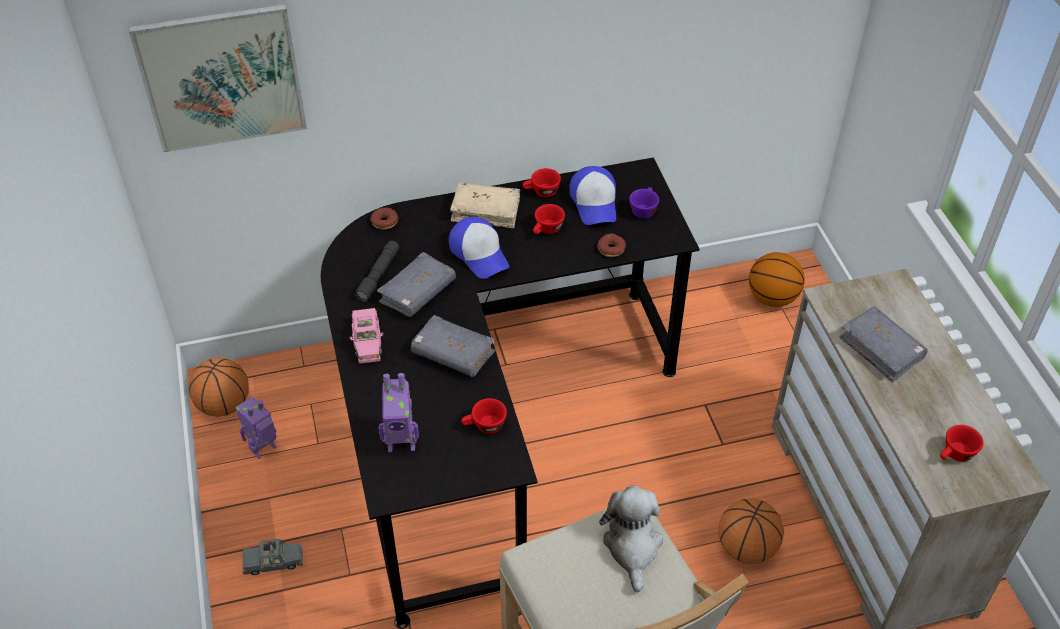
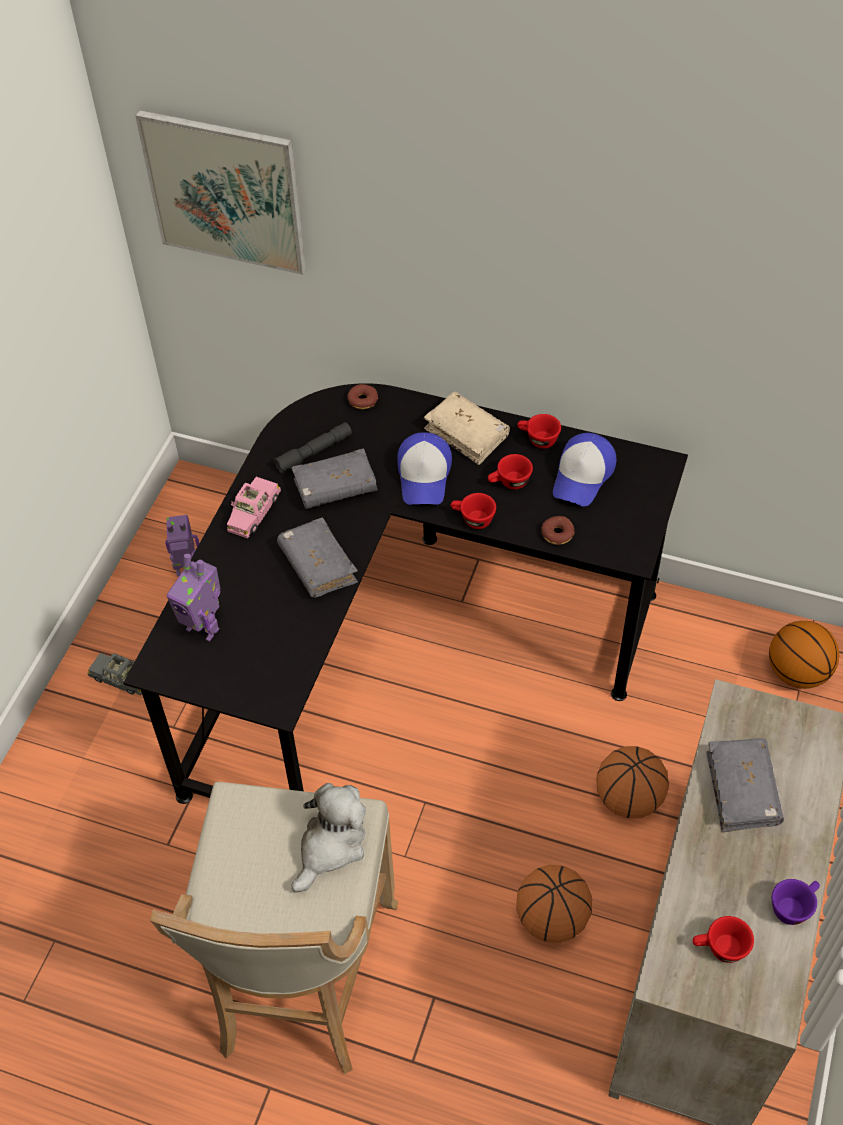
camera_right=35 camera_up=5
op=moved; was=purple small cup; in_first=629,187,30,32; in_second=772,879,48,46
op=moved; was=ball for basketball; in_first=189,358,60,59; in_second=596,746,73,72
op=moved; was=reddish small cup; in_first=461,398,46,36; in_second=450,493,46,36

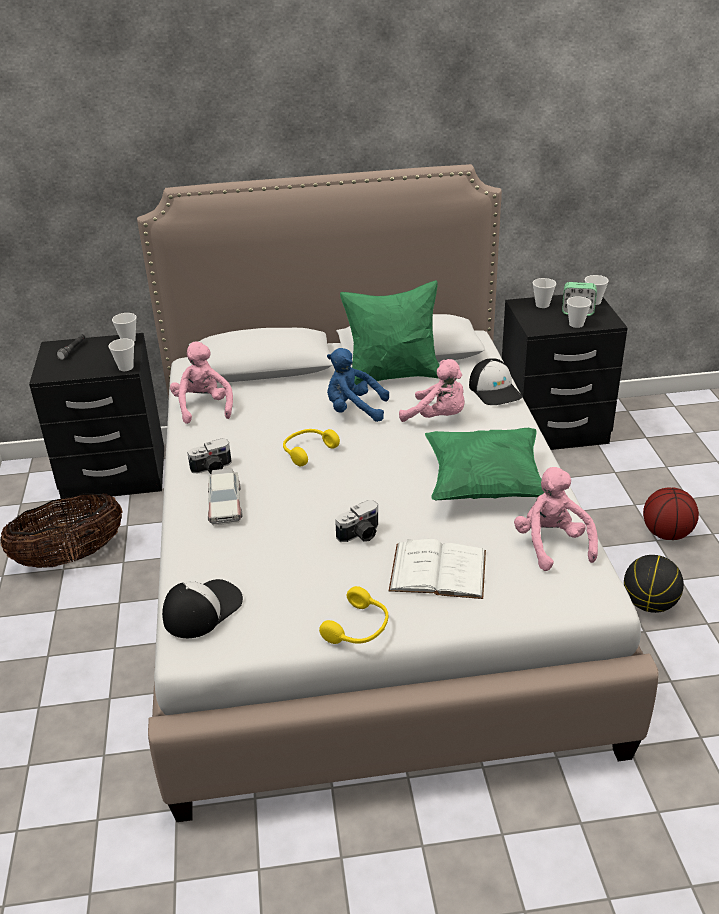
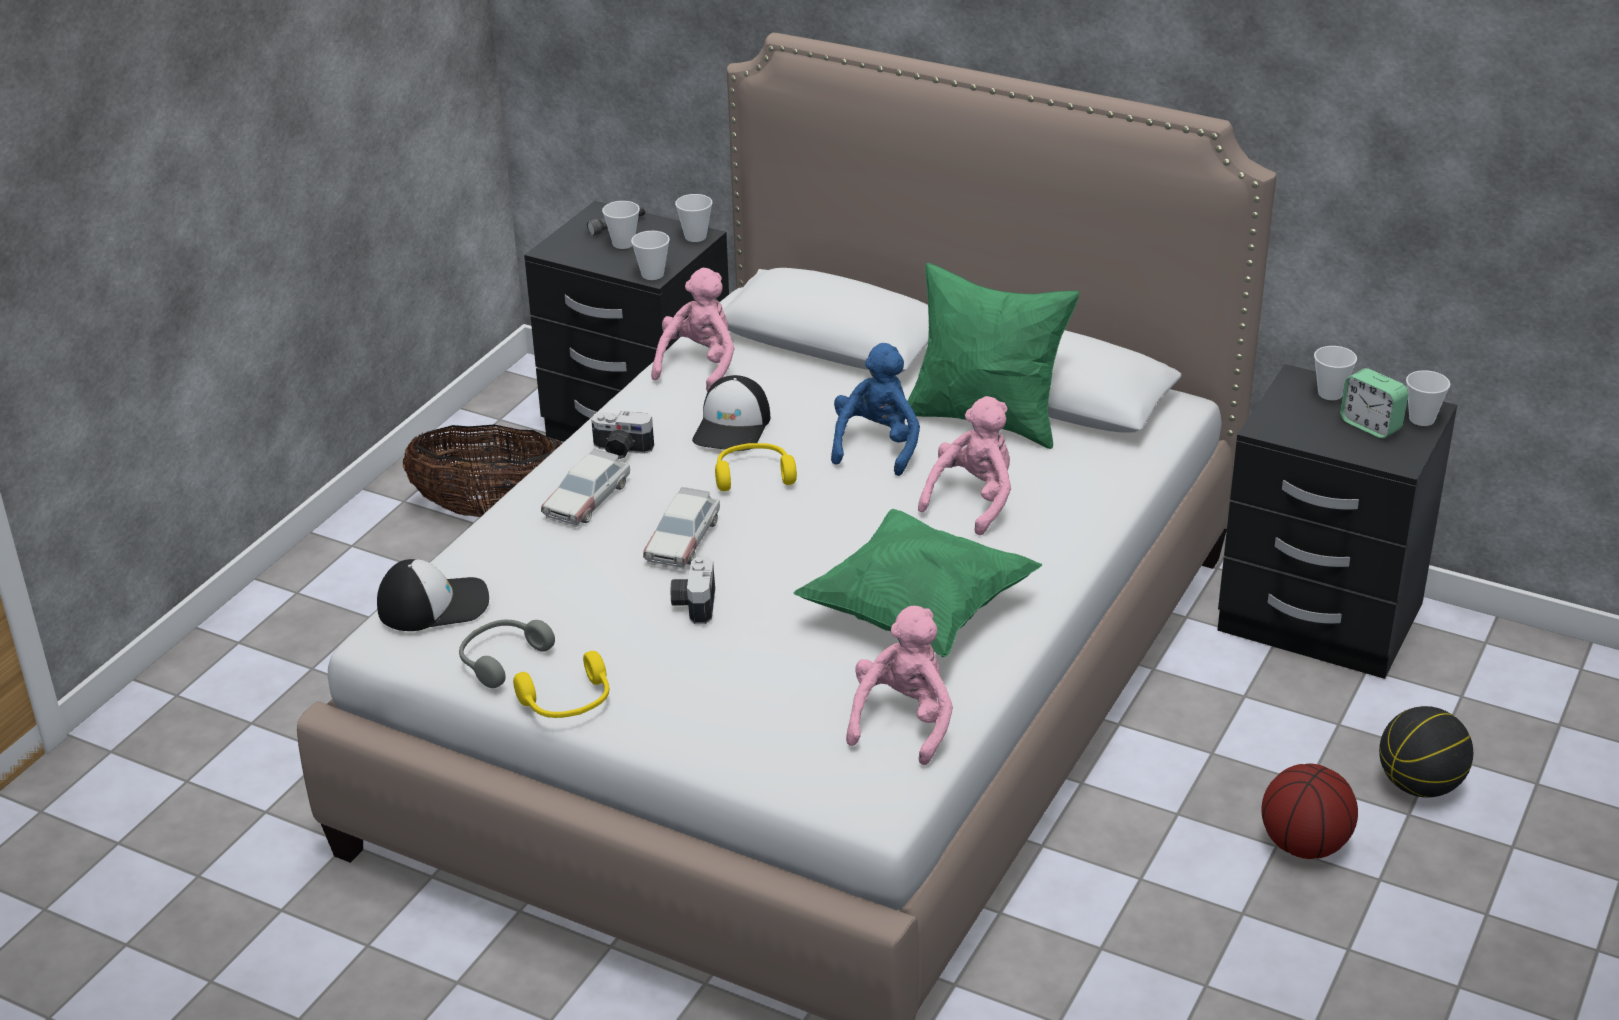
camera_right=35 camera_up=0
op=moved; was=small cup; in_first=567,296,24,32; in_second=602,201,38,48
op=turned; was=blue-coloured cuddly toy; in_first=327,348,62,74; in_second=831,343,89,133; clockwise=60
op=moved; was=cap; in_first=469,358,54,47; in_second=692,375,78,76
op=turned; was=pinkish cuddly toy; in_first=399,359,65,63; in_second=918,396,93,140; clockwise=-120
op=turned; was=photo camera; in_first=335,500,43,42; in_second=670,556,45,68; clockwise=90
op=removed; was=white volume; in_first=389,539,97,60
op=moved; was=ball for basketball; in_first=624,555,60,58; in_second=1379,706,94,92
op=added; now=miniature car; in_second=643,487,77,82
op=added; now=greyish headphones; in_second=459,620,96,68

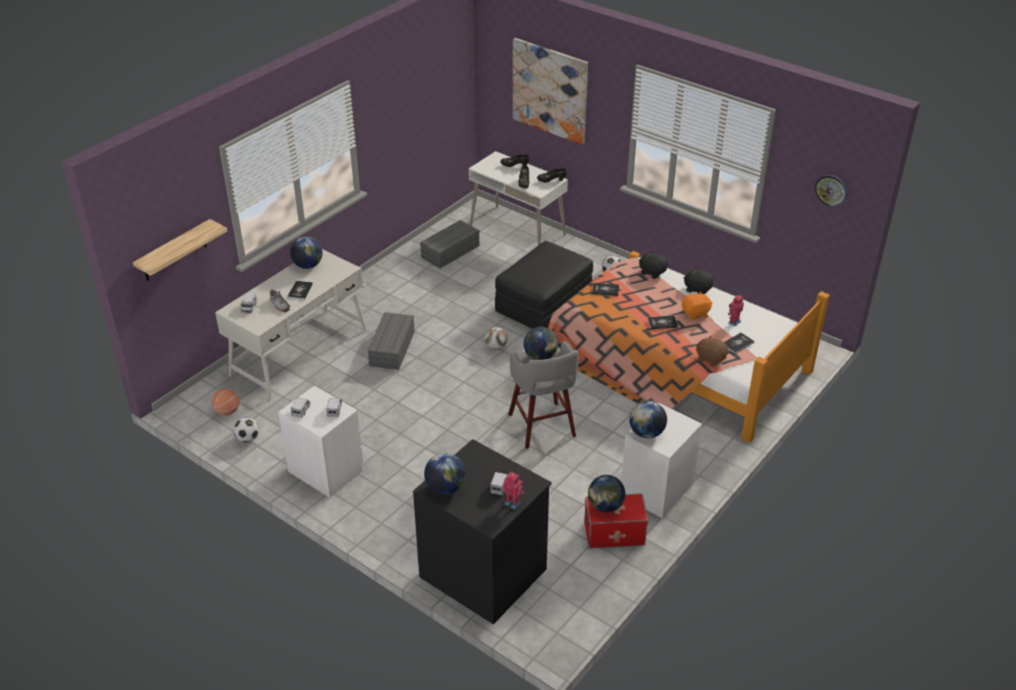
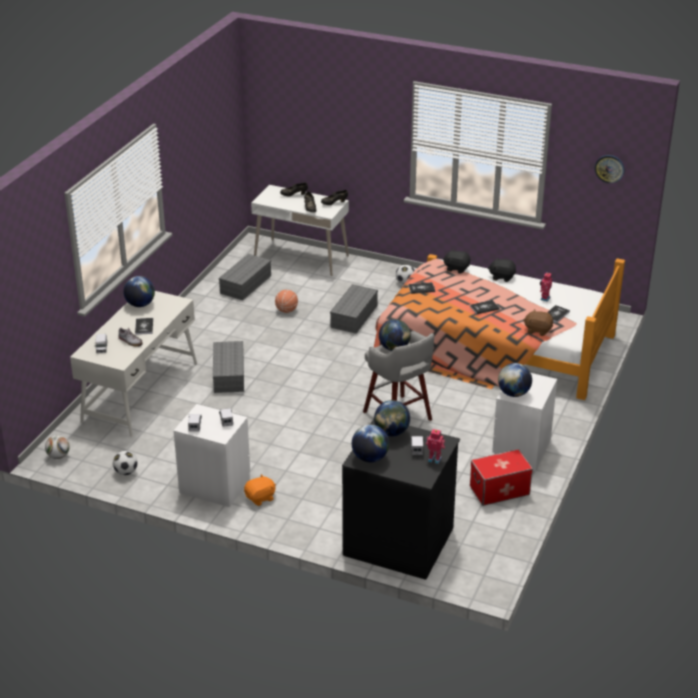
camera_right=-15 camera_up=-5
op=removed; was=wall art; in_first=513,38,75,107
op=removed; was=bracket shelf; in_first=133,219,95,62
op=replaced; was=black-coloured ottoman; now=greyish storage container; in_first=495,241,98,88; in_second=330,284,48,50
op=moved; was=orange-coloured cuddly toy; in_first=682,292,30,28; in_second=244,474,32,32
op=moved; was=football ball; in_first=485,327,22,23; in_second=45,435,25,24
op=moved; was=ball for basketball; in_first=211,388,28,28; in_second=275,290,23,23
op=moved; was=world globe; in_first=588,475,37,37; in_second=374,400,36,36

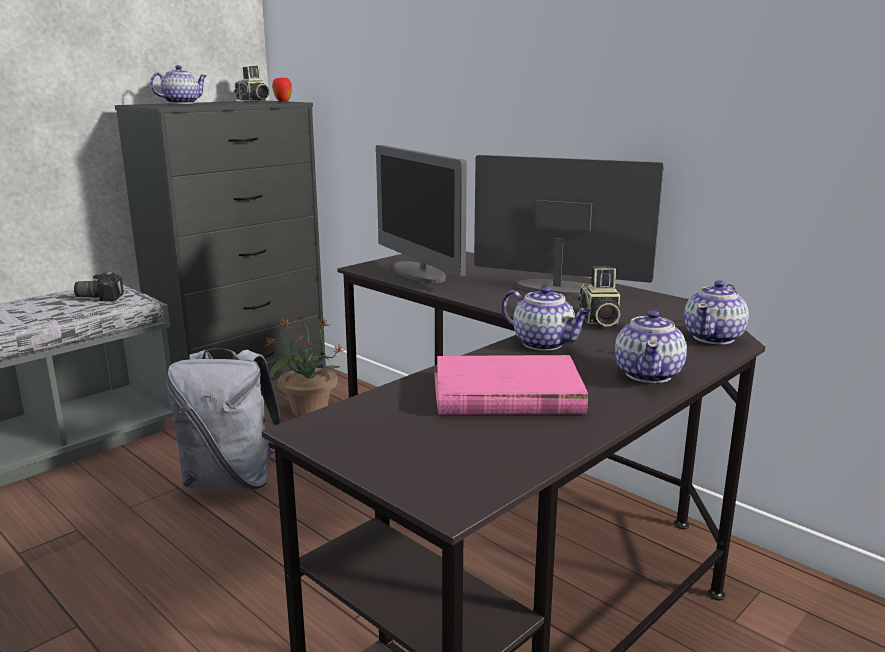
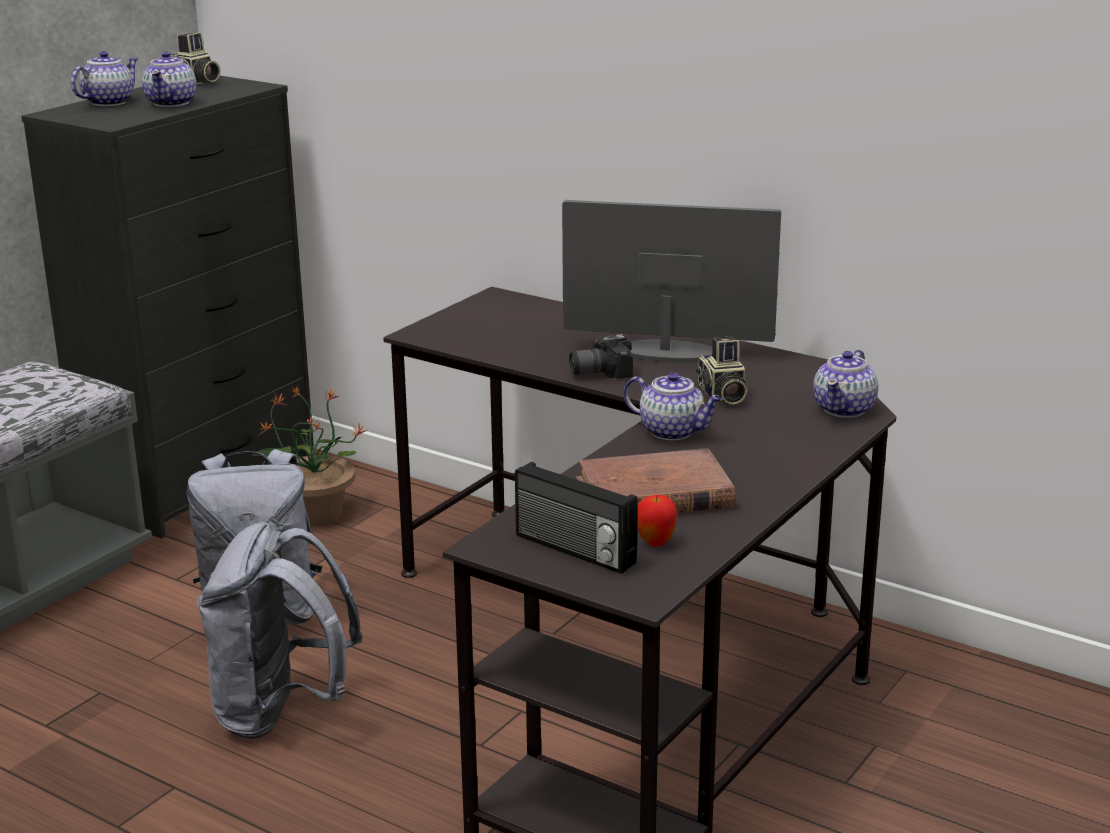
camera_right=-10 camera_up=5
op=moved; was=apple; in_first=272,76,20,26; in_second=637,495,40,52
op=removed; was=computer screen; in_first=376,145,91,138
op=moved; was=photo camera; in_first=74,272,50,29; in_second=569,334,64,45
op=moved; was=pot for tea; in_first=615,310,72,73; in_second=142,51,54,56
op=recoloured; was=pinkish volume; now=brown volume; in_first=434,355,154,60; in_second=576,448,160,65
op=added; now=radio set; in_second=515,462,123,112
op=added; now=greyish backpack; in_second=197,522,166,217

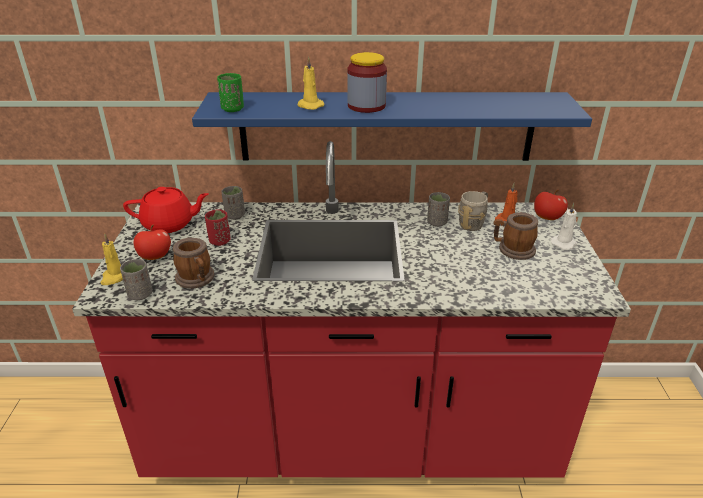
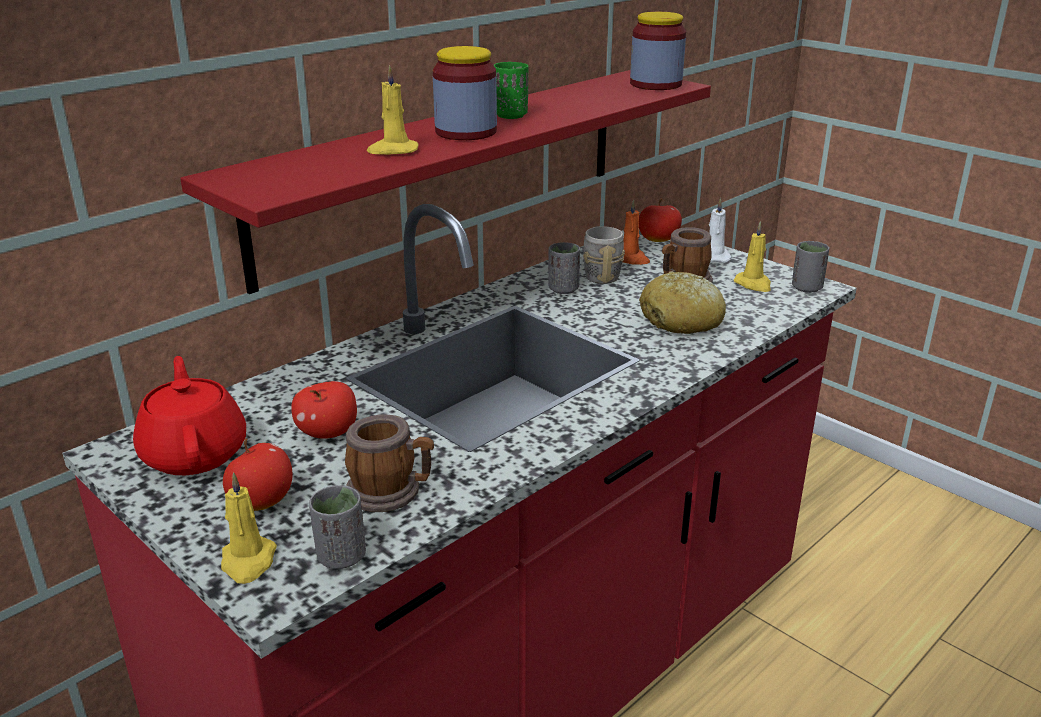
camera_right=-45 camera_up=-5
op=moved; was=green-coloured small cup; in_first=217,73,27,39; in_second=494,62,34,57
op=recoloured; was=blue-coloured bracket shelf; now=reddish bracket shelf; in_first=192,92,400,69; in_second=180,70,531,224
op=moved; was=greyish small cup; in_first=222,186,23,34; in_second=792,241,38,52
op=turned; was=reddish pot for tea; in_first=123,187,86,46; in_second=133,356,113,119; clockwise=-60
op=replaced; was=reddish small cup; now=apple; in_first=205,209,26,37; in_second=291,381,66,58
op=added; now=storage jar; in_second=630,12,56,78
op=added; now=yellowish candle; in_second=734,221,37,71
op=added; now=bakery bread; in_second=639,271,87,63

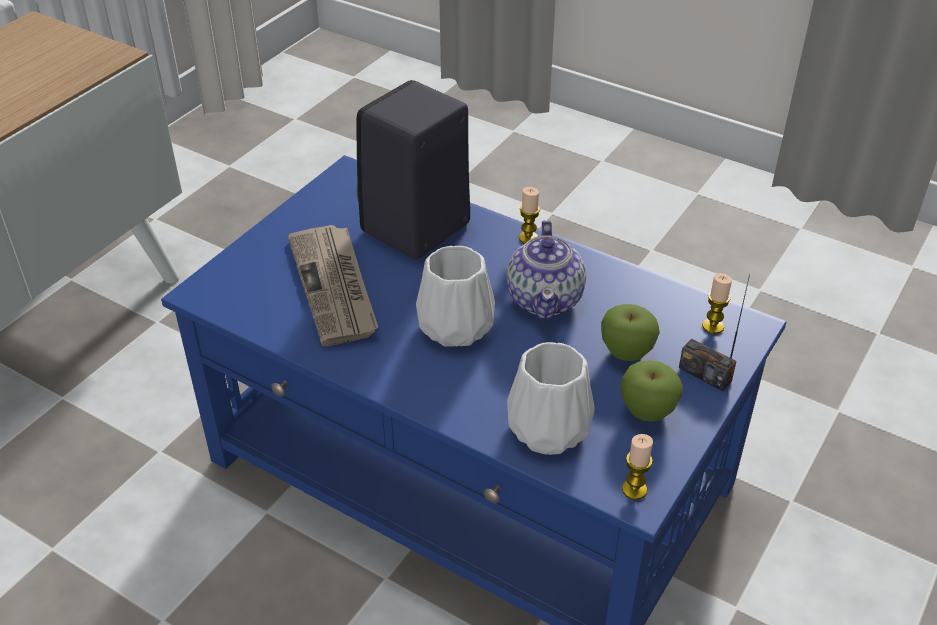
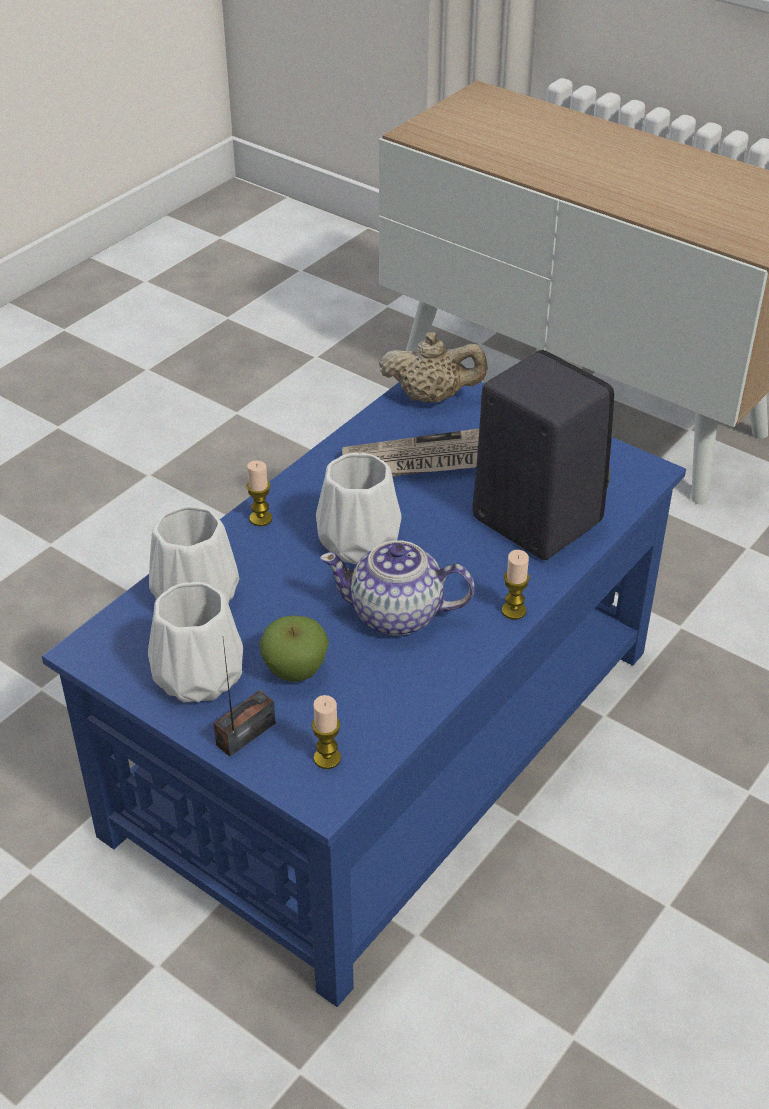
camera_right=95 camera_up=0
op=replaced; was=apple; now=white decorative vase; in_first=621,360,62,62; in_second=148,582,95,120
op=moved; was=candle; in_first=622,434,31,66; in_second=247,460,25,66
op=added; now=sand-coloured pot for tea; in_second=379,332,109,71

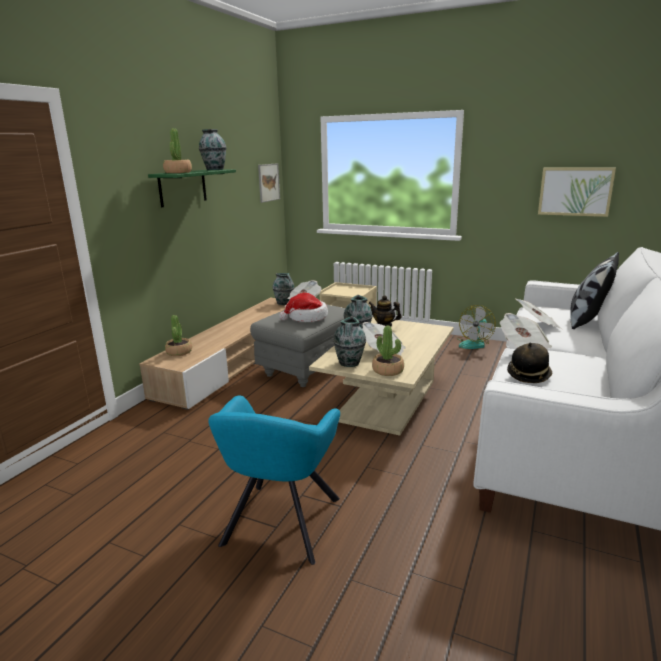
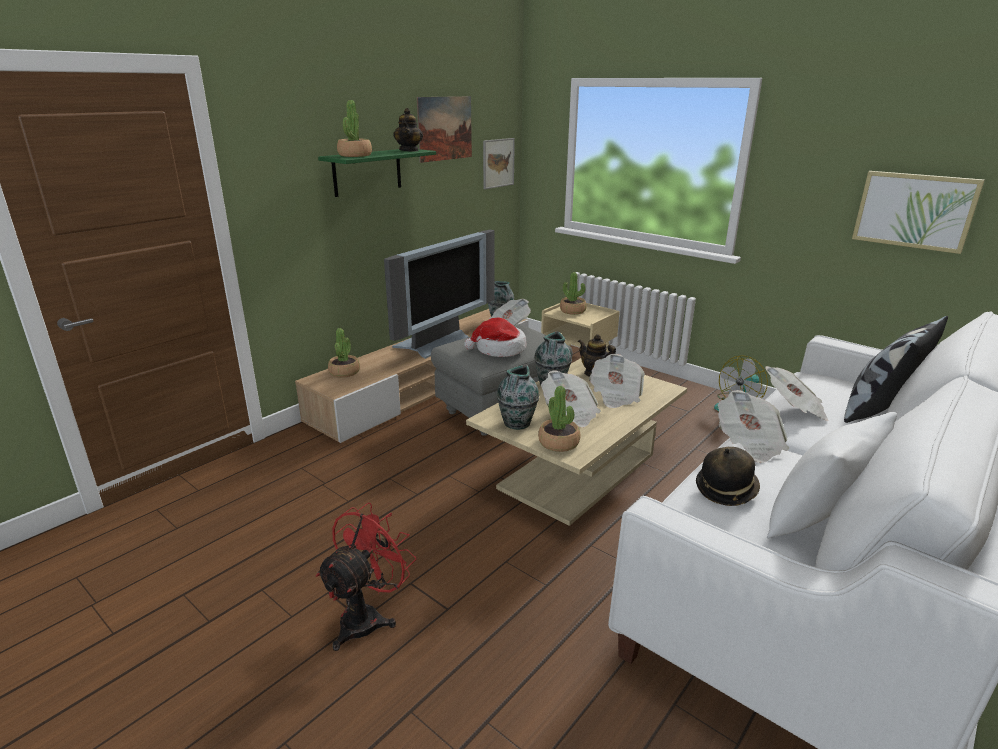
camera_right=15 camera_up=5
op=replaced; was=decorative vase; now=pot for tea; in_first=199,129,28,41; in_second=393,108,30,44
op=replaced; was=turquoise armchair; now=reddish cooling fan; in_first=208,395,132,170; in_second=316,503,100,148
op=added; now=wall art; in_second=417,96,55,67
op=added; now=TV set; in_second=384,230,111,129
op=added; now=plant in a pot; in_second=560,272,27,43
op=added; now=newspaper; in_second=589,354,56,54
op=added; now=white pillow; in_second=767,412,130,127

